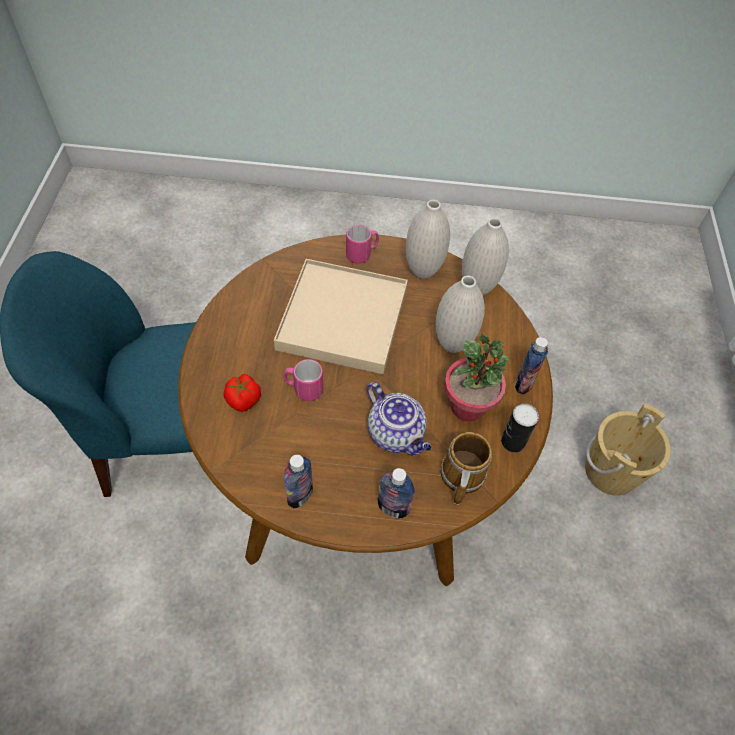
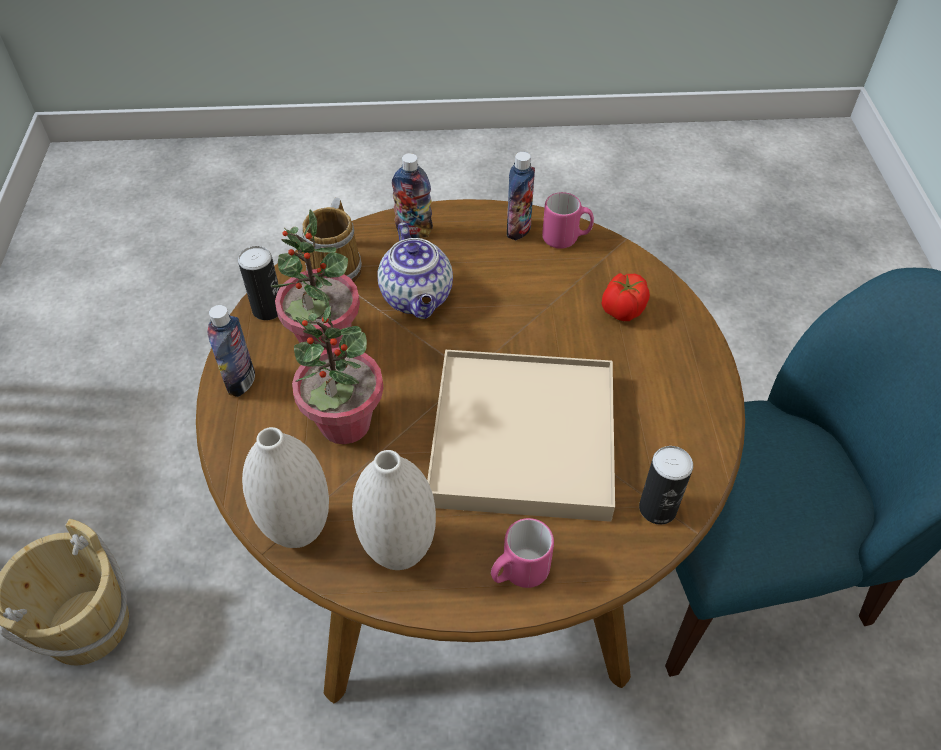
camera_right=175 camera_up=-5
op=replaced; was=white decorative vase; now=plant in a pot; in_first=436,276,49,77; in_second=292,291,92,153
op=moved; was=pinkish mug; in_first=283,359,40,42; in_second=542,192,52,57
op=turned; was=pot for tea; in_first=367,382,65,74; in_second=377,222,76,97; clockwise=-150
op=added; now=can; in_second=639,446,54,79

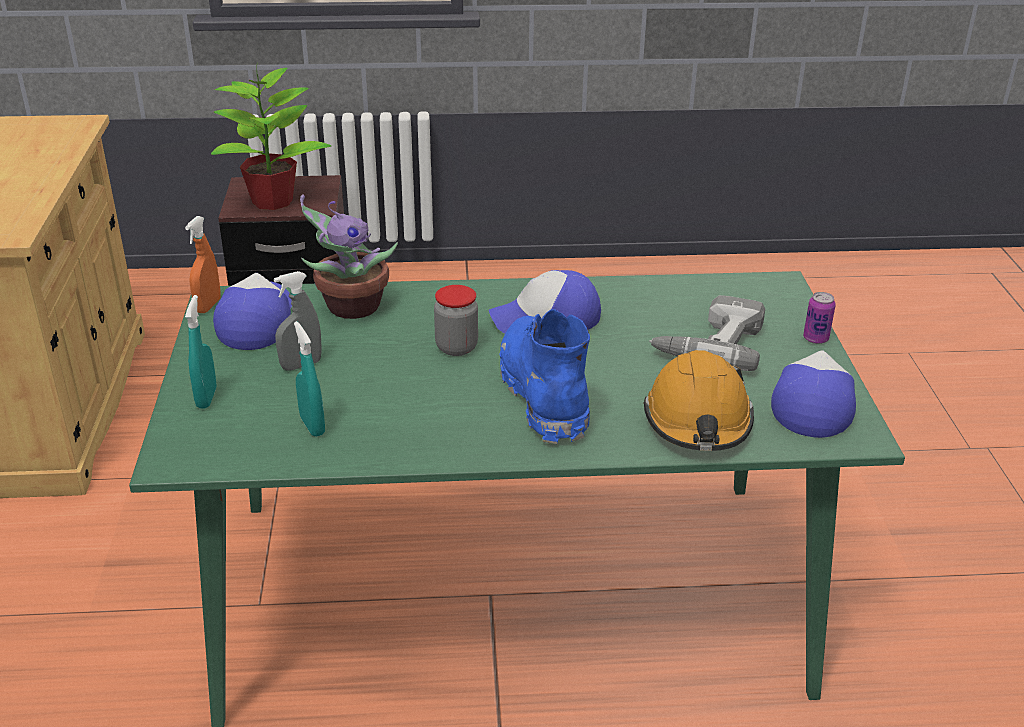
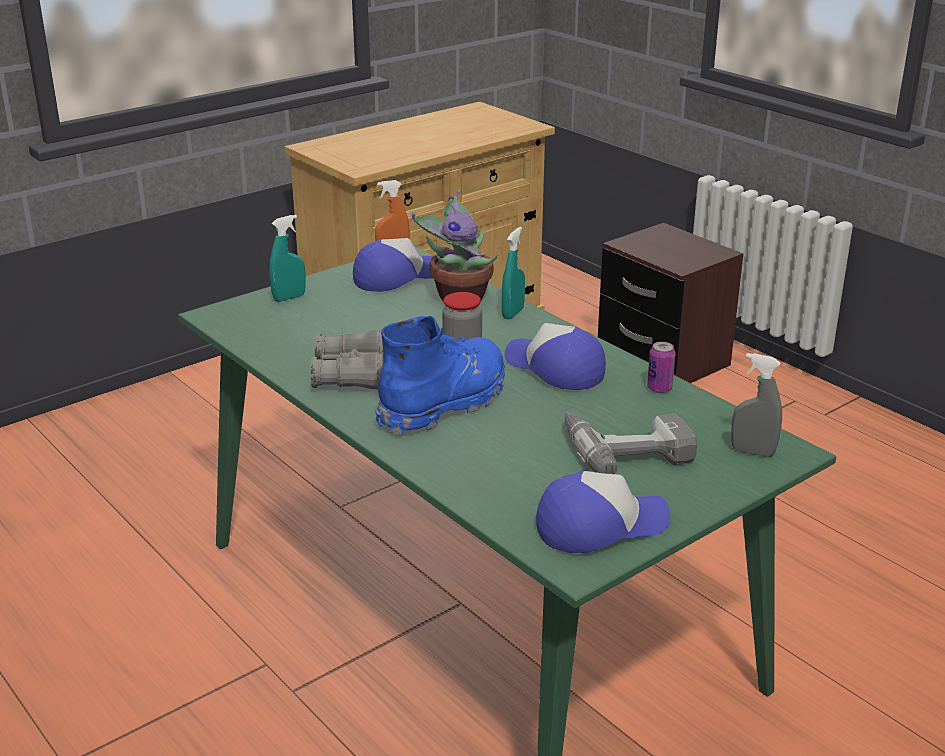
camera_right=55 camera_up=-5
op=removed; was=plant in a pot; in_first=211,67,120,143
op=moved; was=greyish spray bottle; in_first=274,271,48,100; in_second=731,353,51,104
op=moved; was=can; in_first=803,292,33,52; in_second=647,342,29,51
op=moved; was=turquoise spray bottle; in_first=294,321,31,116; in_second=502,227,23,92
op=removed; was=orange-coloured hard hat; in_first=643,350,111,101
op=added; now=greyish field glasses; in_second=310,330,74,59

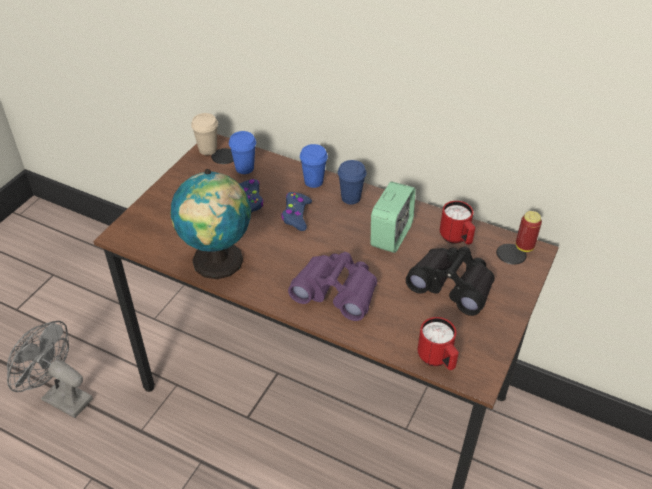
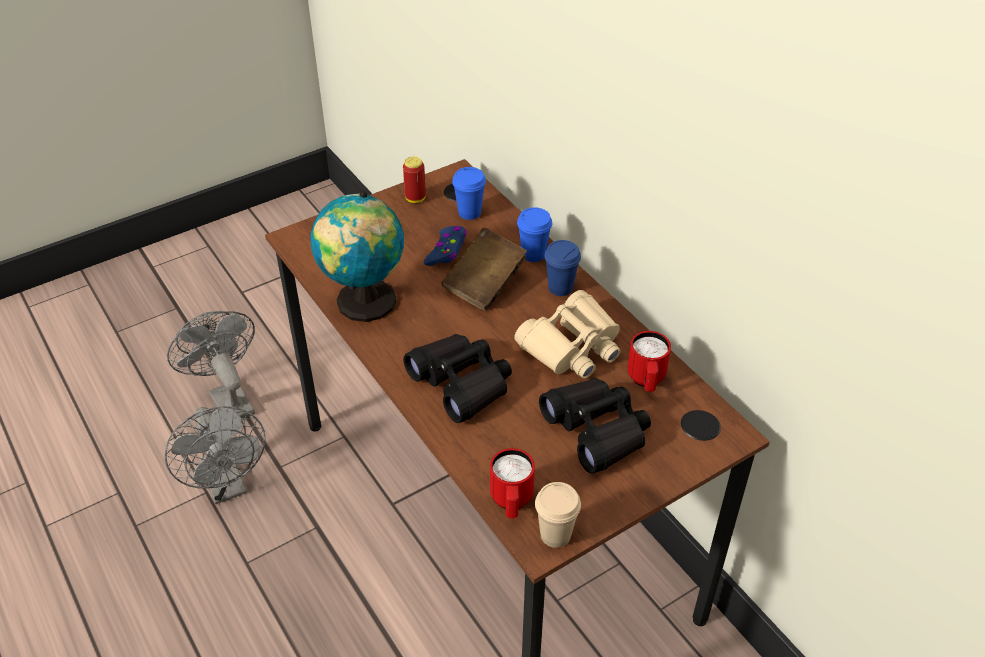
camera_right=30 camera_up=0
op=moved; was=sand-coloured small cup; in_first=191,113,27,42; in_second=535,482,46,66
op=replaced; was=bedside clock; now=sand-coloured field glasses; in_first=371,182,45,71; in_second=514,290,107,89
op=replaced; was=blue-coloured game controller; now=brown volume; in_first=281,192,31,39; in_second=441,228,86,83
op=moved; was=can; in_first=516,211,26,41; in_second=403,156,23,47
op=recoloured; was=purple field glasses; now=black-coloured field glasses; in_first=288,252,89,69; in_second=403,334,109,89
op=added; now=greyish cooling fan; in_second=165,406,101,98

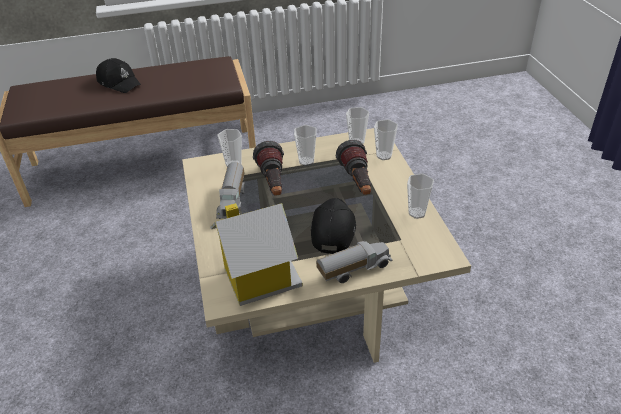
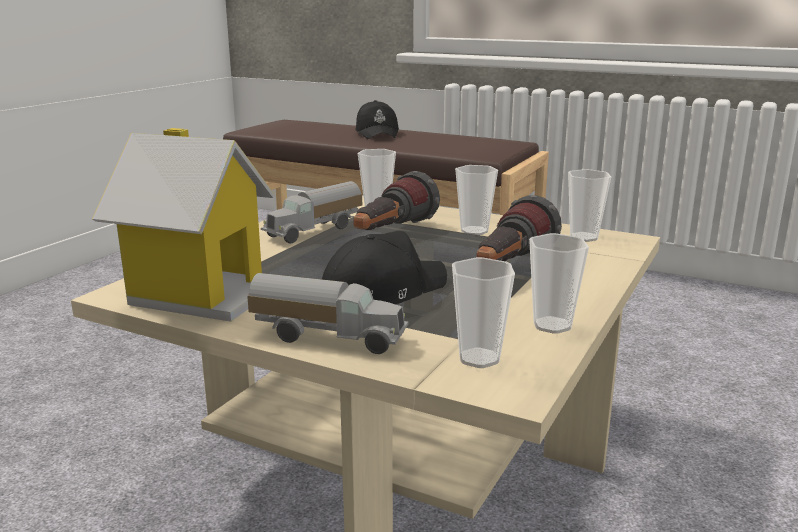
camera_right=40 camera_up=-20
op=moved; was=small cup; in_first=374,119,24,41; in_second=452,257,63,111

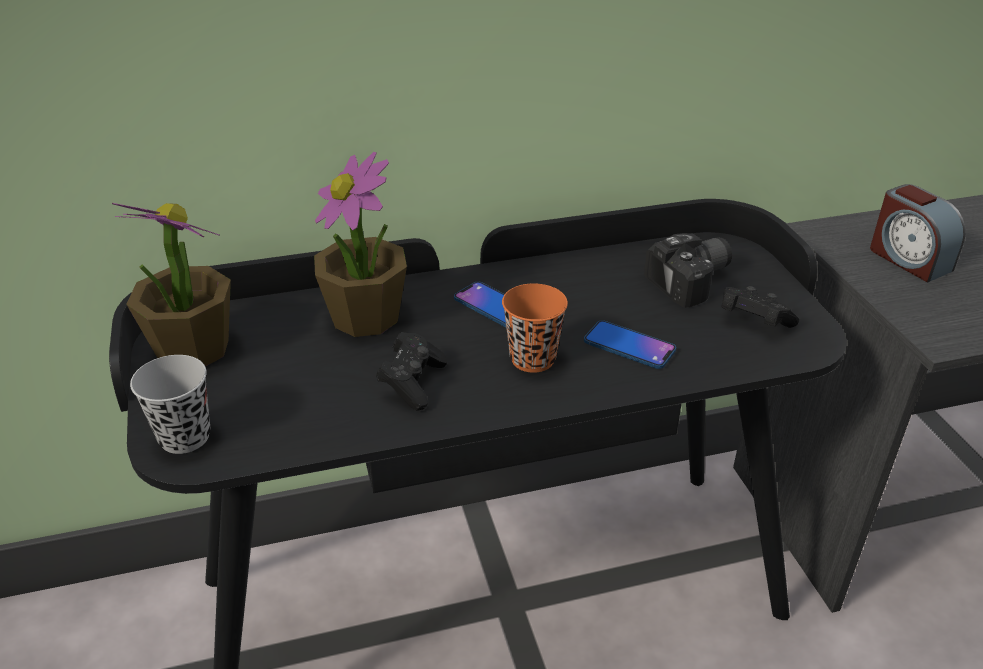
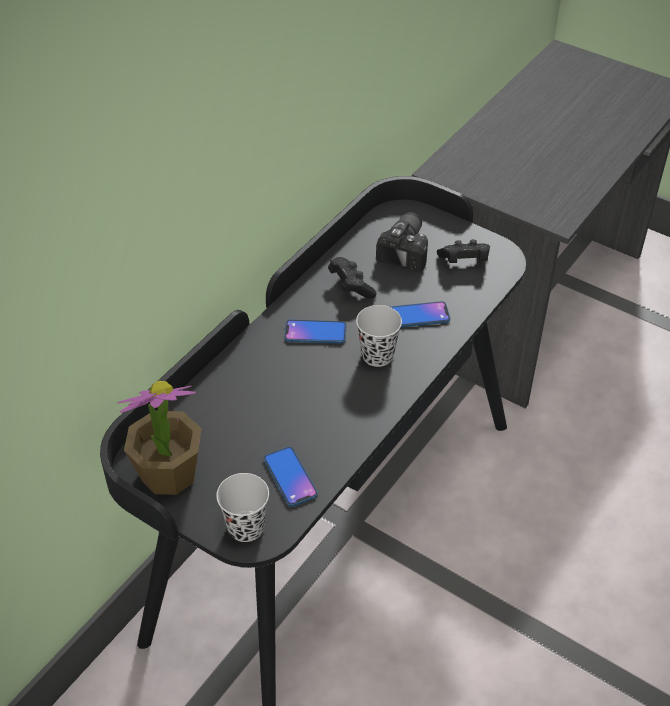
camera_right=-40 camera_up=10
op=removed; was=plant in a pot; in_first=314,152,93,185
op=removed; was=bedside clock; in_first=870,184,96,98
op=recoloured; was=orange-coloured small cup; now=black-coloured small cup; in_first=502,283,66,90; in_second=356,305,46,62
op=moved; was=black-coloured game controller; in_first=376,332,71,79; in_second=328,257,49,42
op=added; now=phone; in_second=264,447,54,60

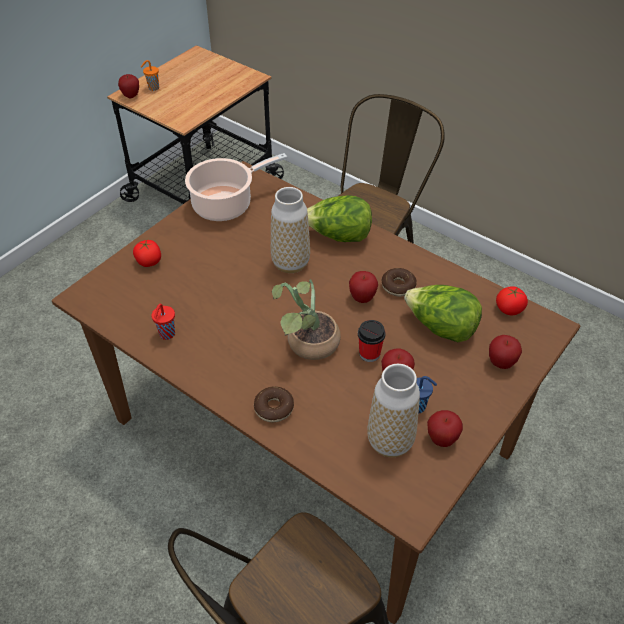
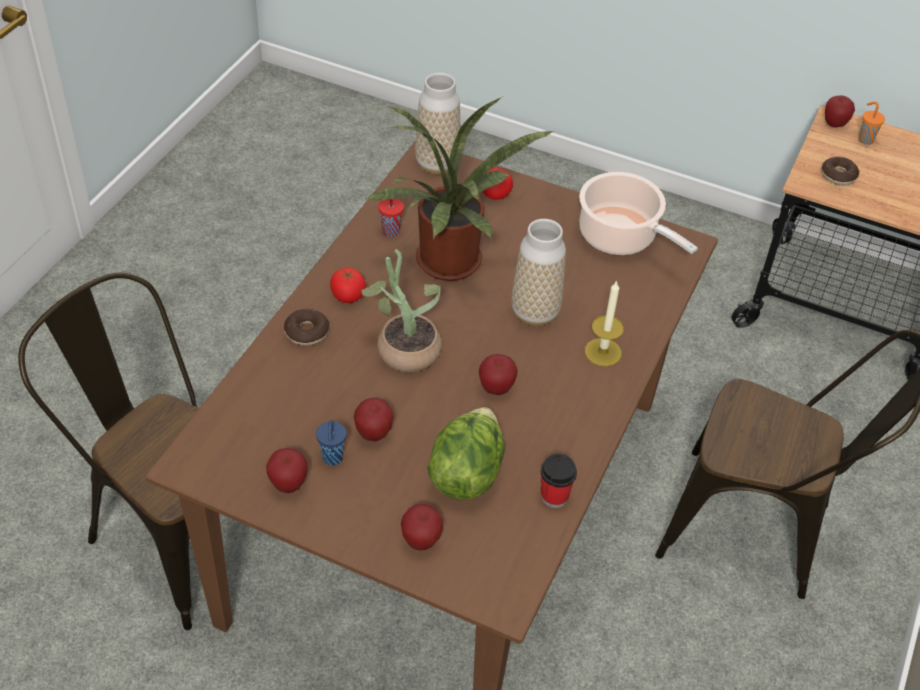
camera_right=75 camera_up=0
op=replaced; was=lettuce; now=candle; in_first=307,195,65,47; in_second=585,280,39,86
op=moved; was=ring doughnut; in_first=382,268,35,29; in_second=821,157,38,29
op=moved; was=fresh tomato; in_first=496,286,32,29; in_second=330,268,36,35
op=moved; was=small cup; in_first=358,320,28,42; in_second=541,454,36,54
op=moved; was=decorative vase; in_first=368,364,52,93; in_second=415,73,45,102
op=added; now=plant in a pot; in_second=365,96,189,185

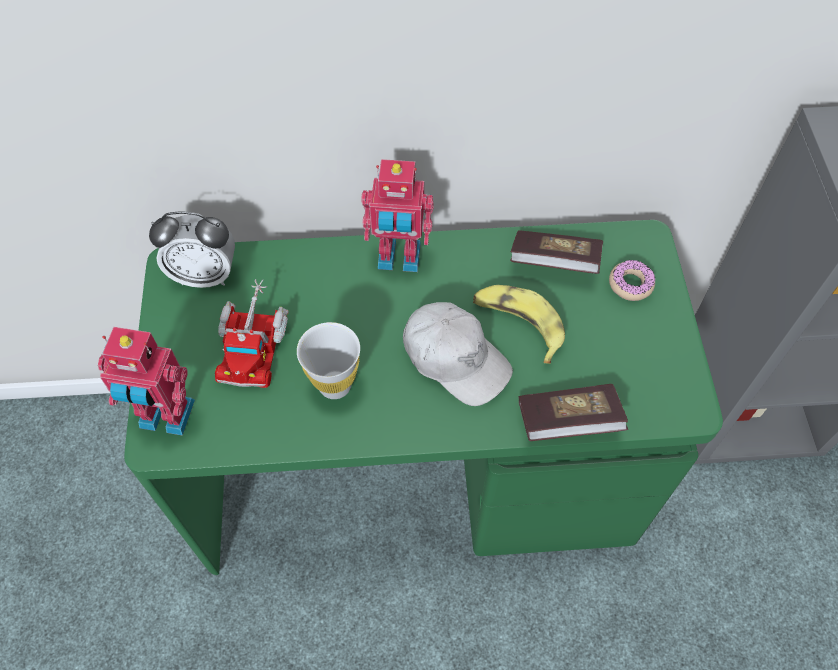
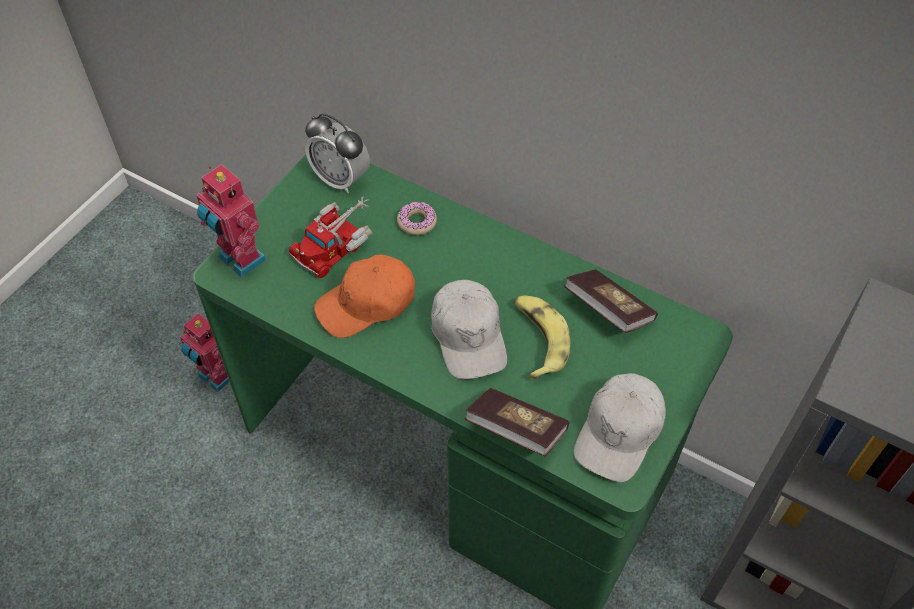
camera_right=35 camera_up=-5
op=moved; was=toy robot; in_first=361,159,73,113; in_second=180,313,50,80
op=moved; was=ring doughnut; in_first=609,260,46,41; in_second=397,202,40,33
op=replaced; was=white small cup; now=orange-coloured cap; in_first=297,322,63,77; in_second=314,255,101,83
op=added; now=white cap; in_second=574,373,92,109

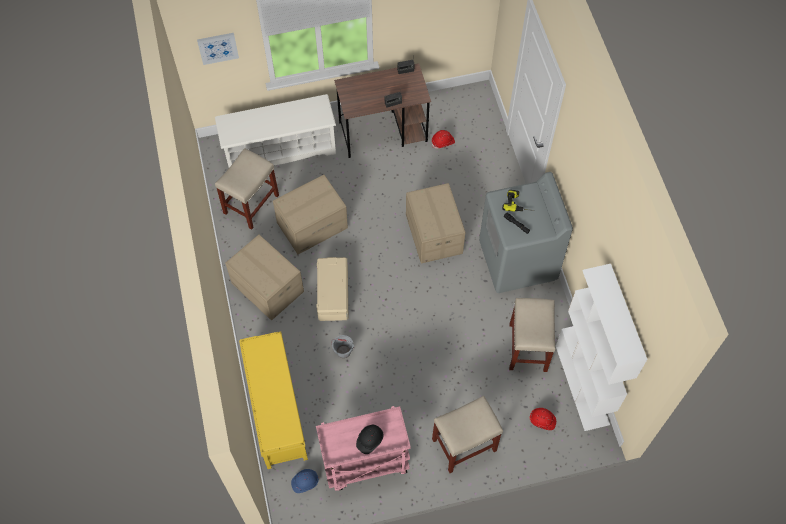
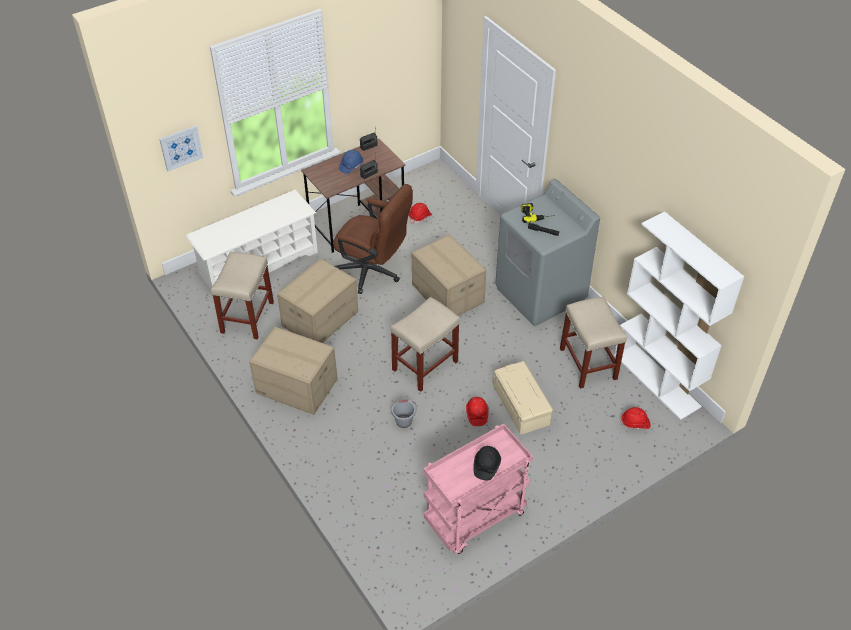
camera_right=-20 camera_up=-15
op=moved; was=sand-coloured storage container; in_first=317,257,31,64; in_second=493,361,60,73
op=removed; was=yellowish long seat; in_first=239,332,69,137
op=moved; was=sand-coloured stool seat; in_first=432,396,71,77; in_second=391,297,69,95
op=moved; was=blue-coloured hard hat; in_first=291,469,28,24; in_second=339,150,24,24
op=added; now=brown computer chair; in_second=333,184,80,110
op=added; now=reddish hard hat; in_second=466,397,23,29

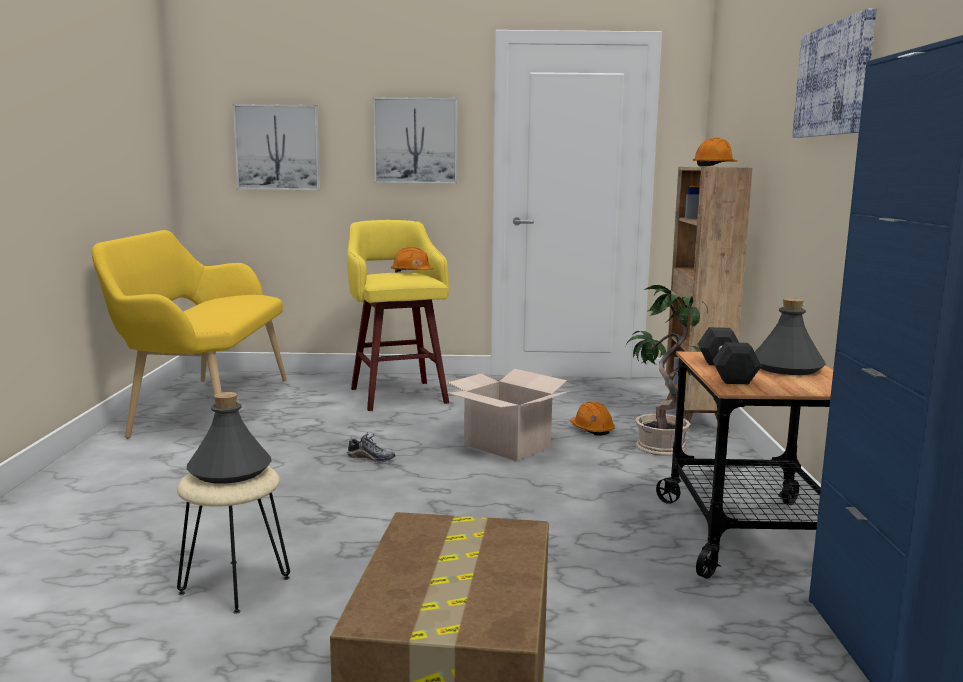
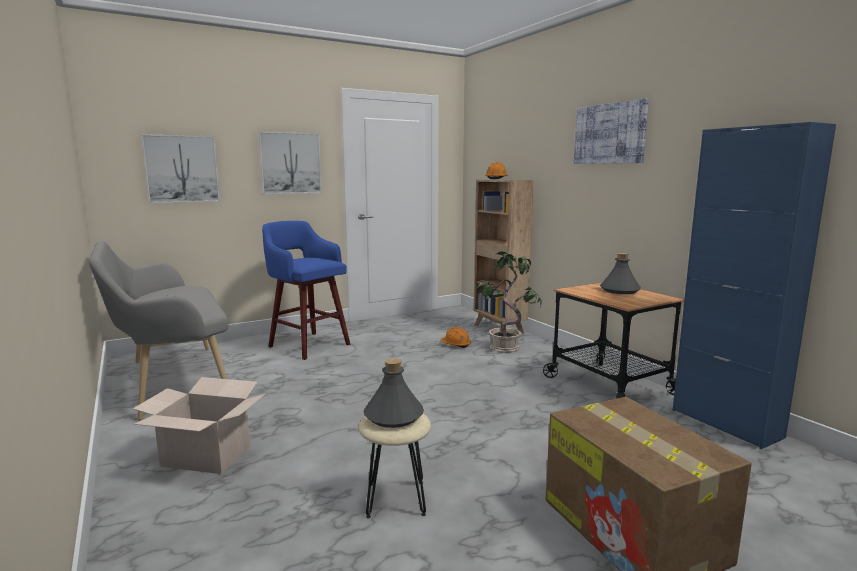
camera_right=-30 camera_up=0
op=recoloured; was=yellowish stool seat; now=blue-coloured stool seat; in_first=347,220,102,191; in_second=262,221,89,139
op=recoloured; was=yellowish long seat; now=greyish long seat; in_first=91,230,196,208; in_second=89,241,139,179
op=removed; was=orange-coloured hard hat; in_first=391,247,43,26
op=removed; was=black-coloured dumbbell; in_first=697,327,65,57
op=moved; was=carton; in_first=447,369,123,92; in_second=133,377,132,97
op=removed; was=shoe; in_first=347,432,48,30

